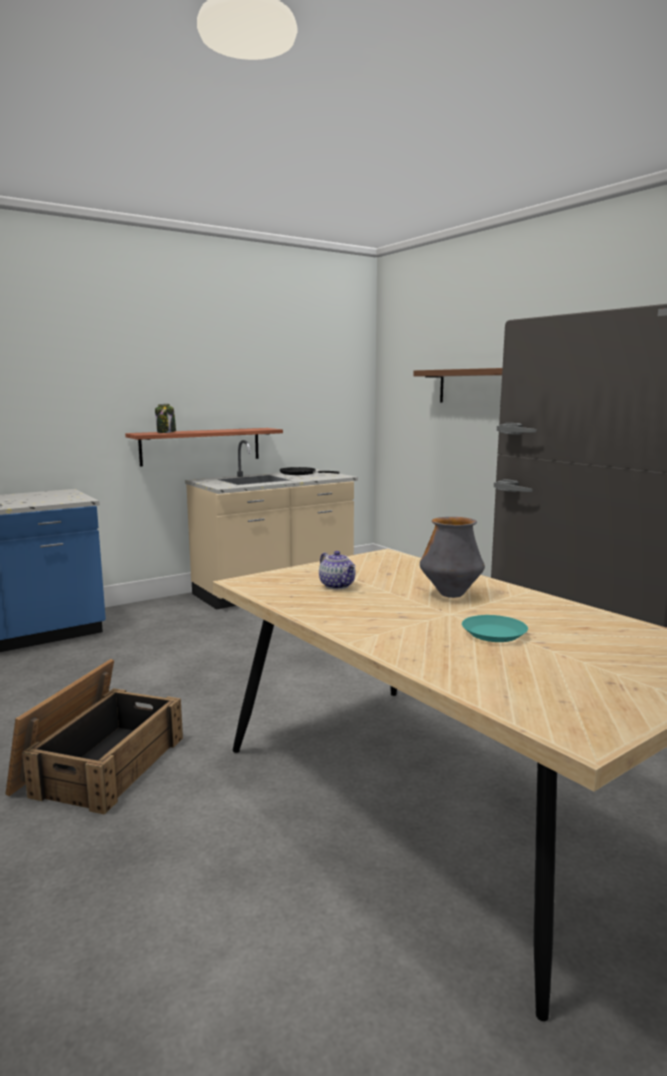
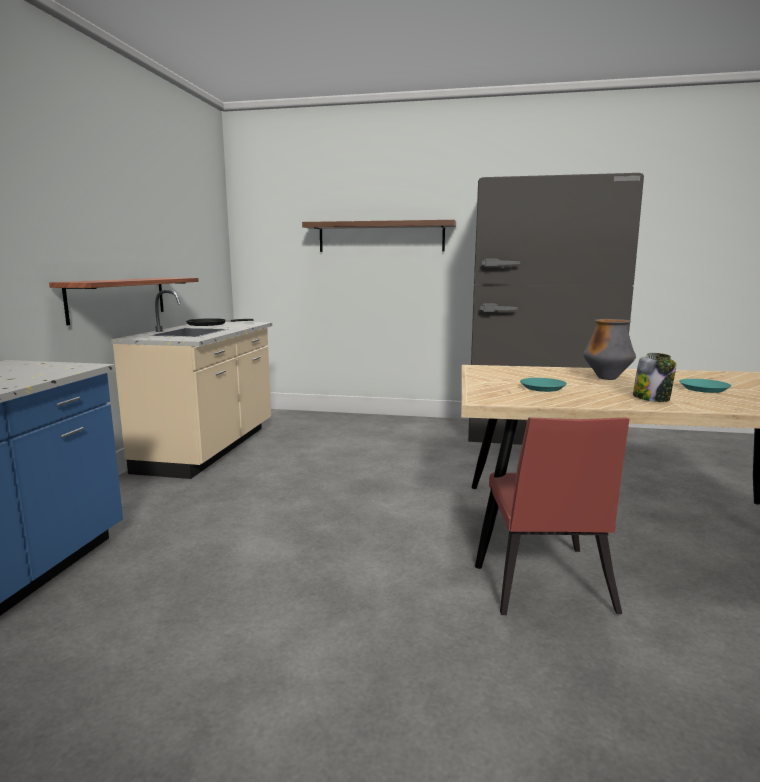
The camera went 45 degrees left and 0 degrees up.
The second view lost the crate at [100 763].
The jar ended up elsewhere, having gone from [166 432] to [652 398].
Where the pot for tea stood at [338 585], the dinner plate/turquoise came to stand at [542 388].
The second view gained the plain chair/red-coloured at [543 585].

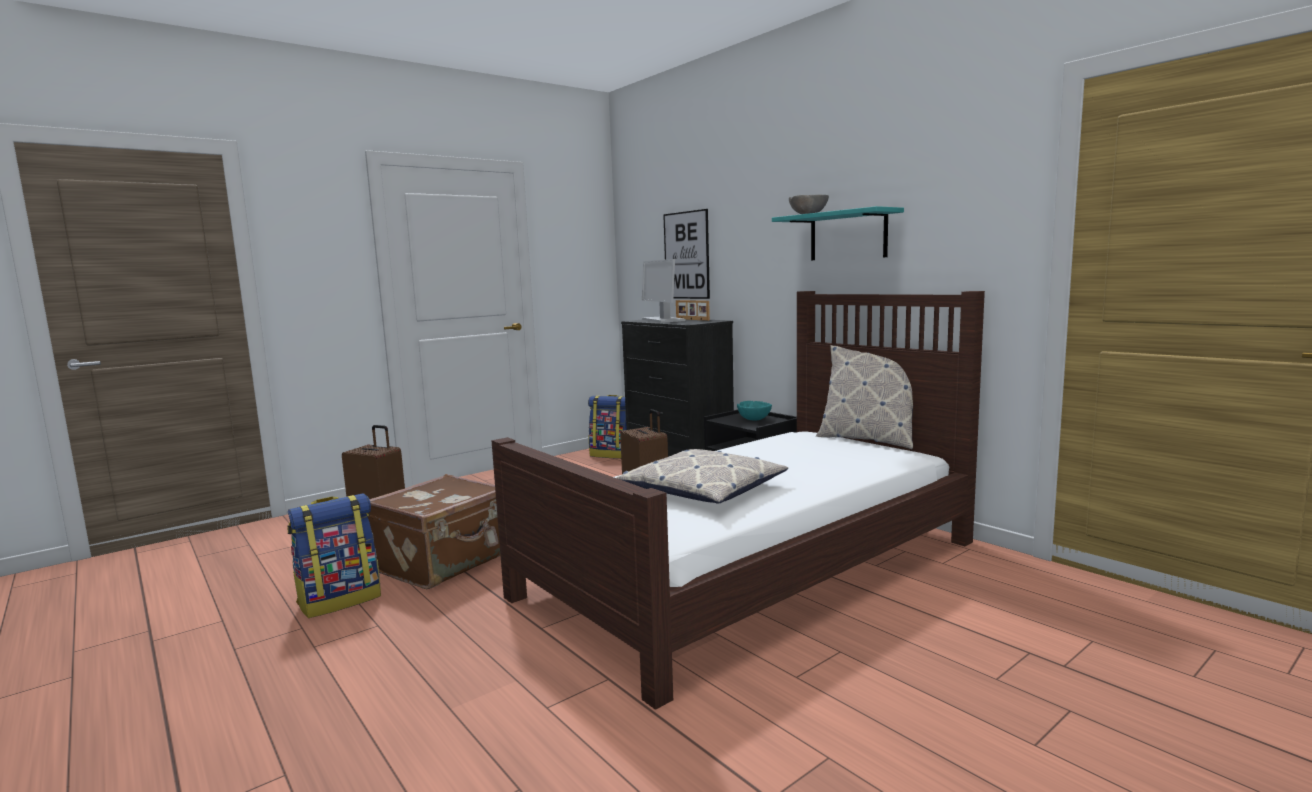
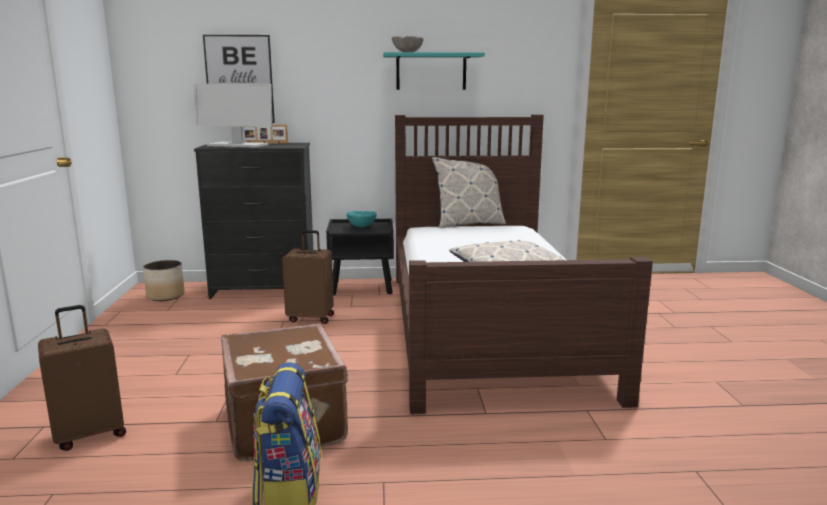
The camera went 55 degrees left and 5 degrees up.
Where the rucksack stood at [612 454], the flower pot came to stand at [166 296].

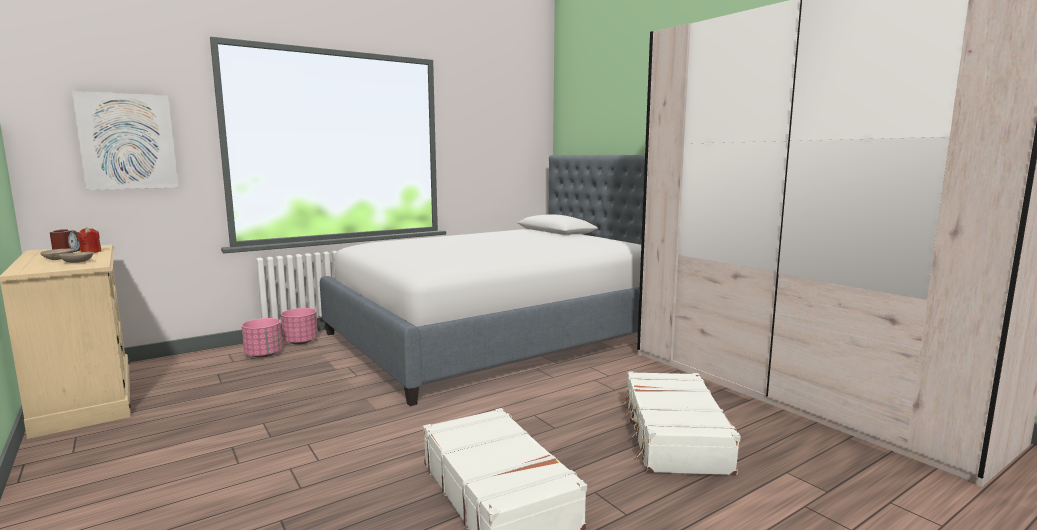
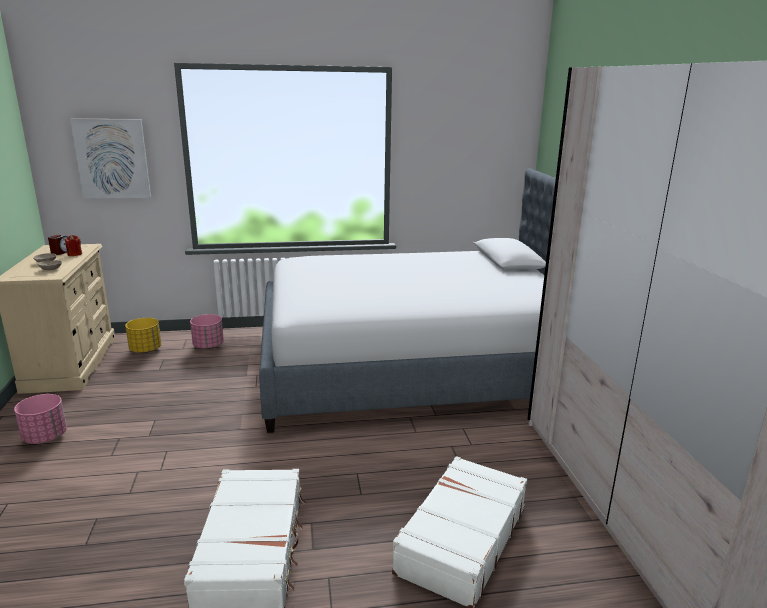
The camera went 25 degrees right and 10 degrees up.
The flower pot/pink-coloured ended up elsewhere, having gone from [300 342] to [45 437].
The second view gained the flower pot/yellowish at [145 350].

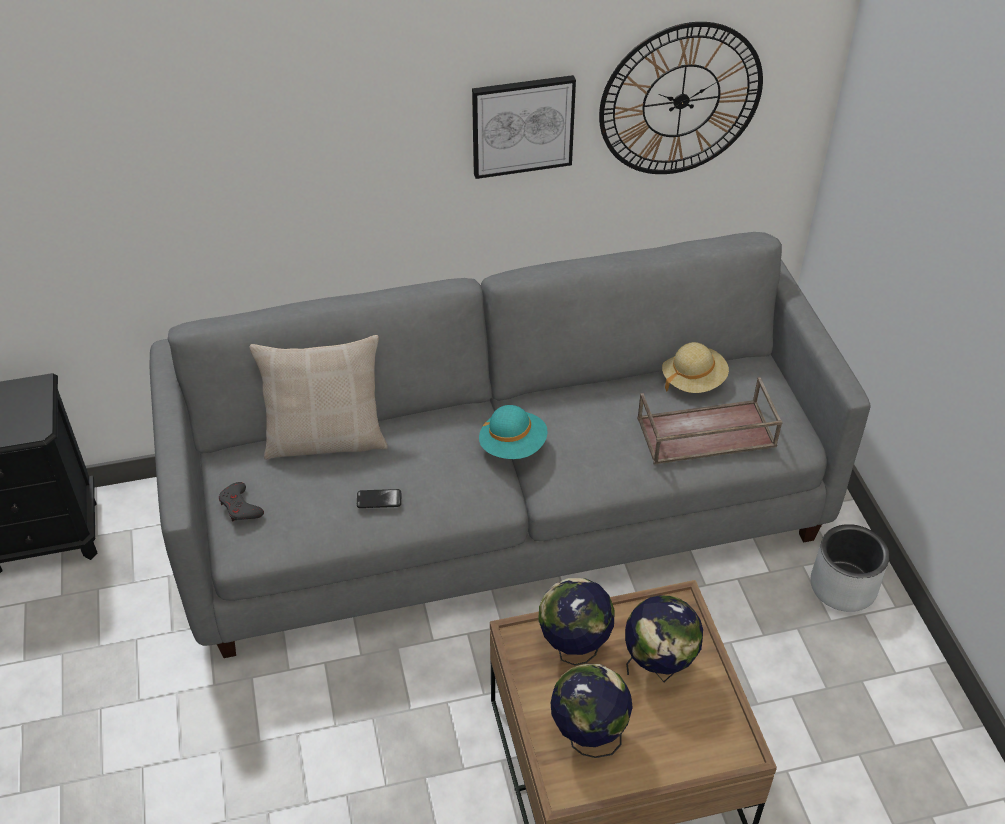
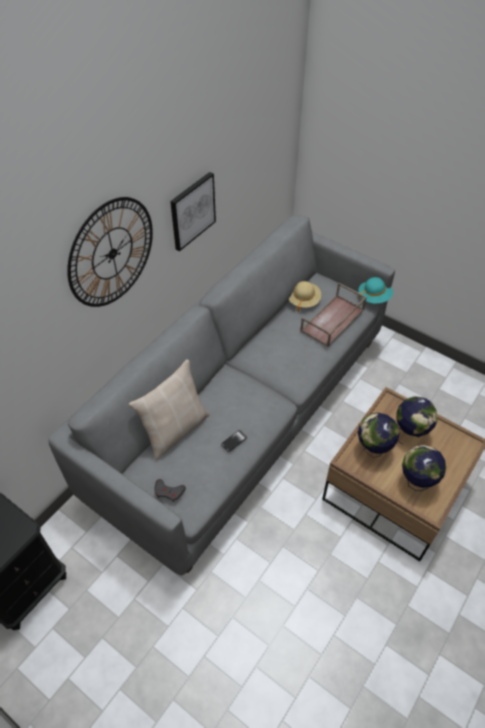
The camera went 40 degrees left and 5 degrees up.
The clothing hat/turquoise ended up elsewhere, having gone from [513 446] to [374 297].
The wall clock ended up elsewhere, having gone from [681 101] to [112 253].
The second view lost the flower pot/gray at [843 587].

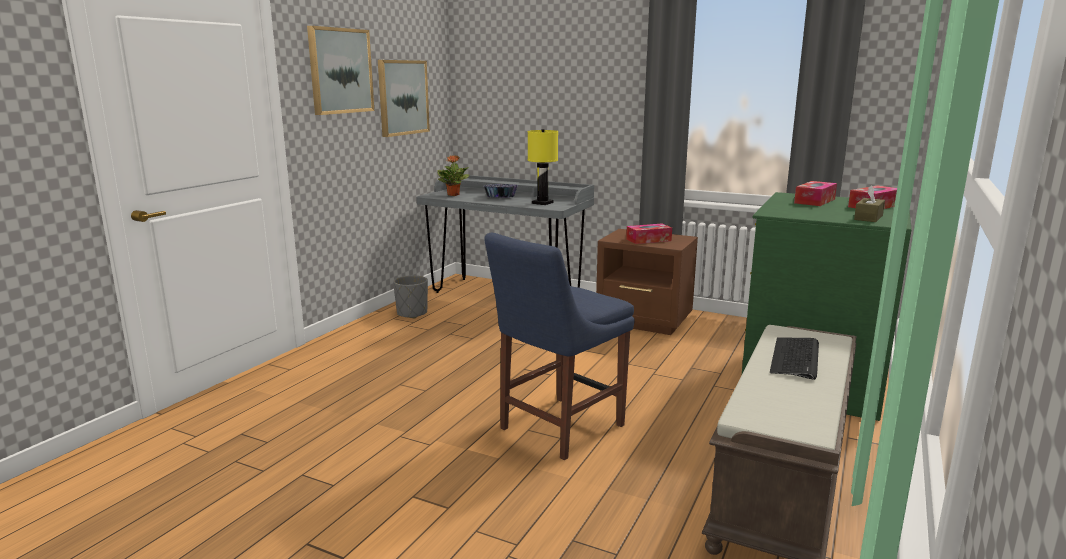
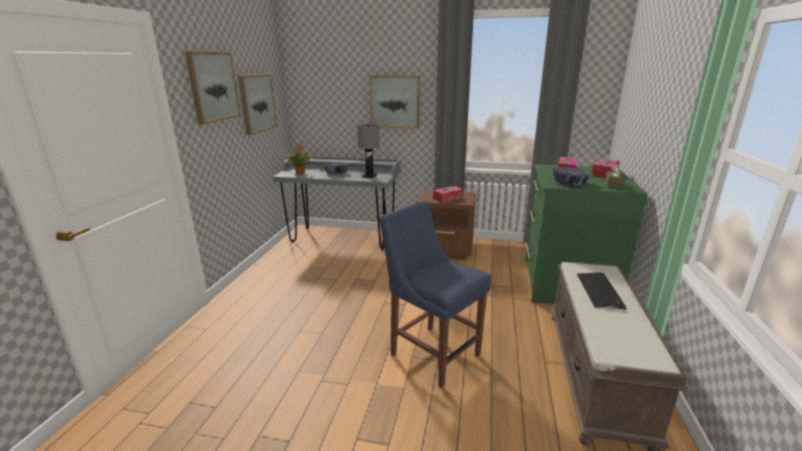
The camera went 15 degrees left and 5 degrees up.
The second view lost the flower pot/gray at [412 313].
The plain chair/bluish at [557 428] ended up facing another way, 105 degrees clockwise from before.
What was the tabletop lamp/yellowish at [542 203] turned into the tabletop lamp/gray at [369 176].
The second view gained the wall art at [395 101].
The second view gained the deep dish at [570 182].

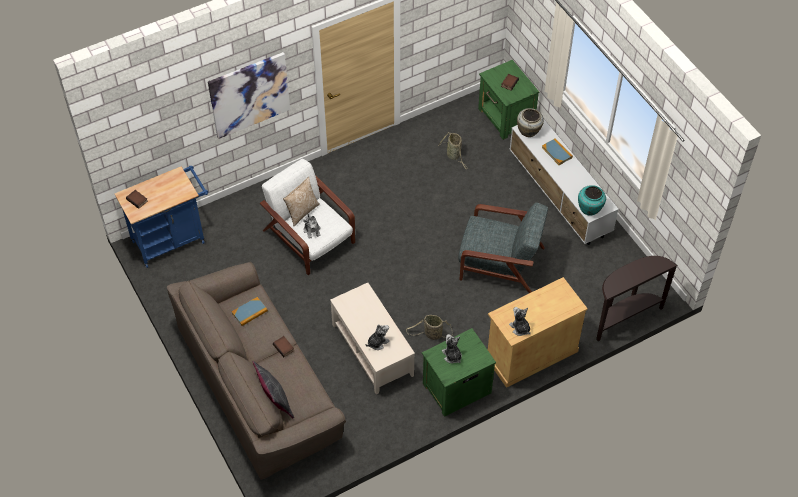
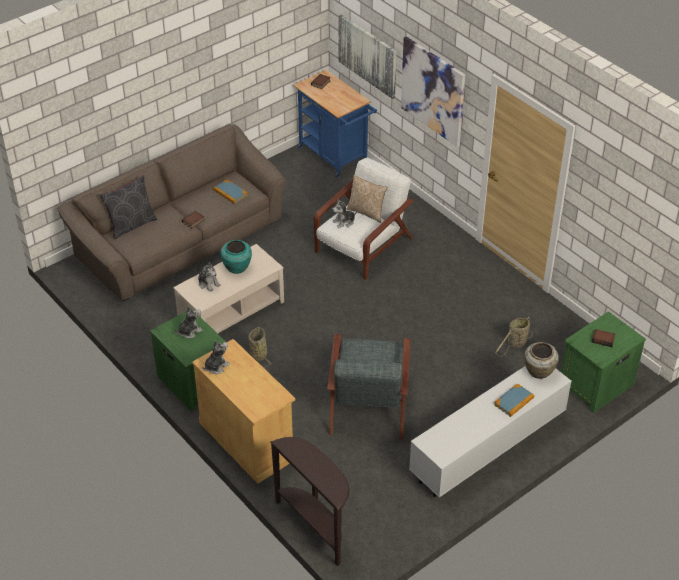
The camera went 80 degrees right and 10 degrees down.
The decorative vase/turquoise ended up elsewhere, having gone from [590 209] to [237 268].
The second view gained the wall art at [367 55].

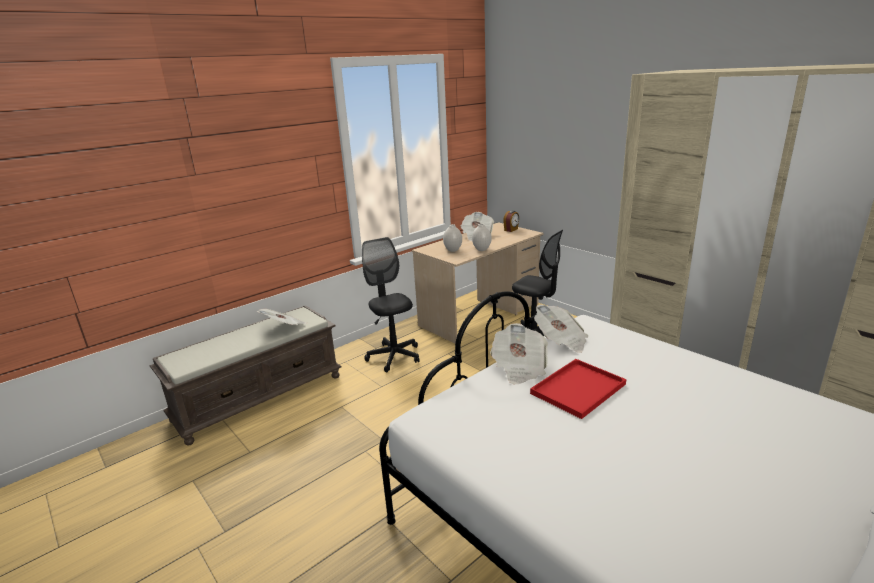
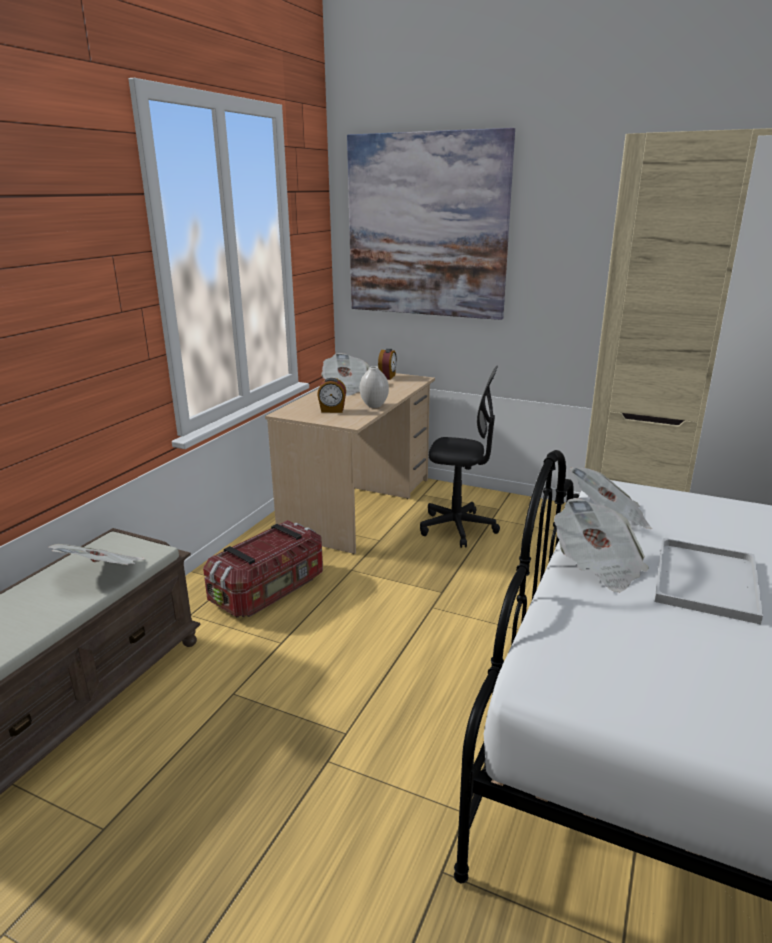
The camera went 25 degrees left and 0 degrees up.
Where the computer chair/blackish stood at [394 357], the storage container came to stand at [270 590].
Where the decorative vase/whitish stood at [453 250], the alarm clock came to stand at [332 410].
What was the serving tray/red-coloured at [578 390] turned into the serving tray/whitish at [707 582].
The second view gained the wall art at [426 227].

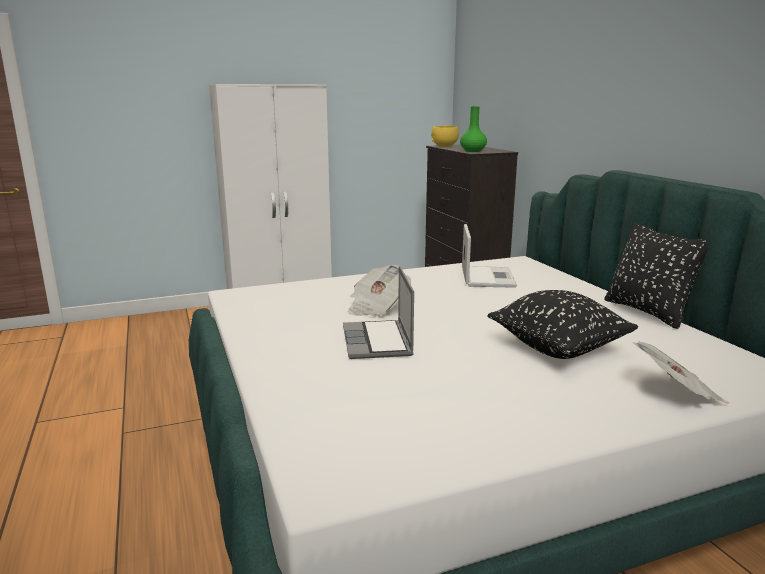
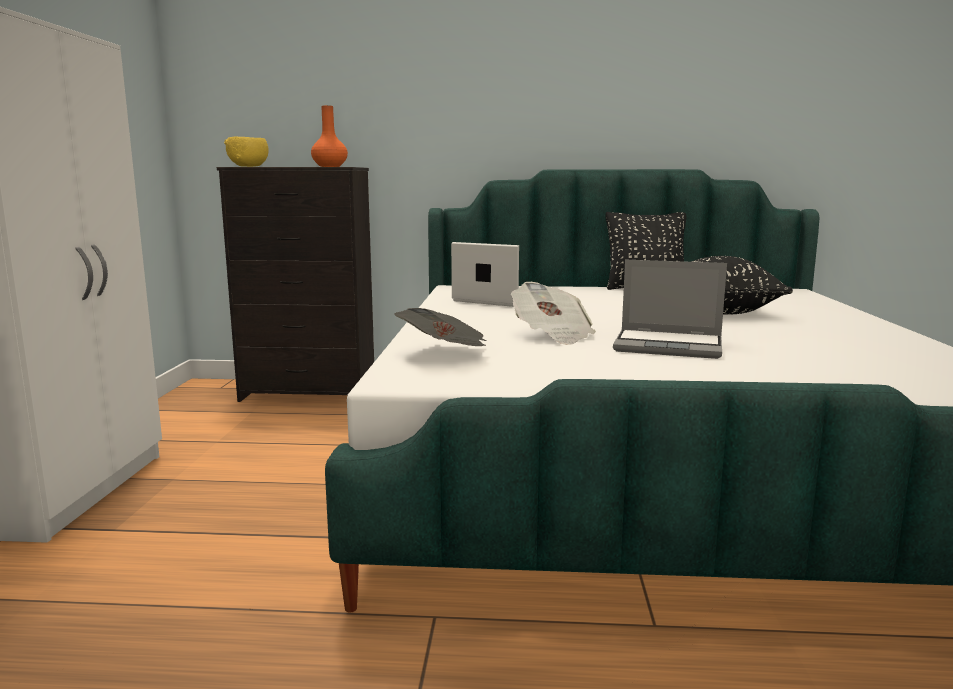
The camera went 65 degrees left and 5 degrees down.
What was the decorative vase/green-coloured at [473 151] turned into the decorative vase/orange-coloured at [330 166].
The daily paper ended up elsewhere, having gone from [676 393] to [445 354].

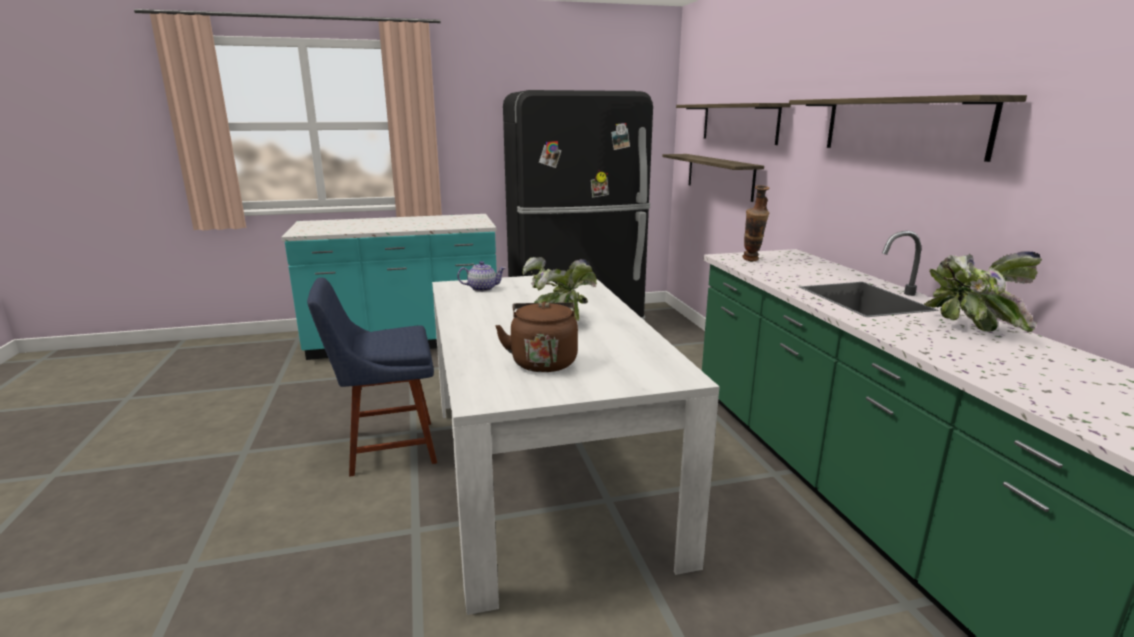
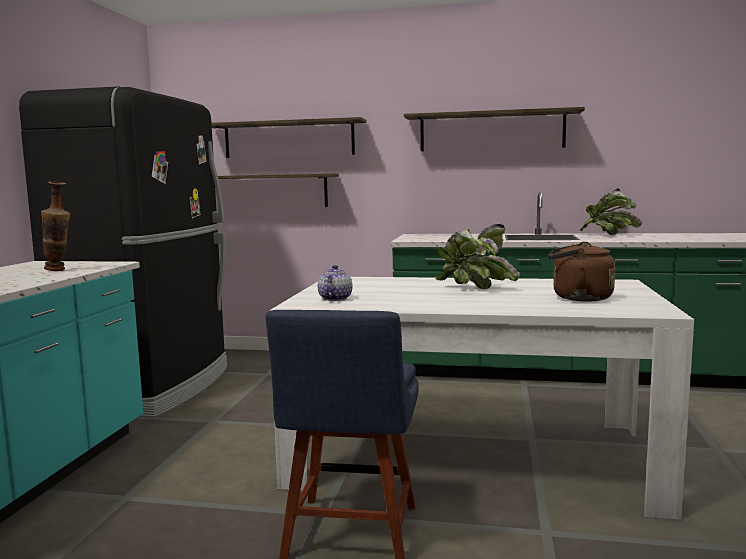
The camera went 65 degrees left and 10 degrees down.
The decorative vase ended up elsewhere, having gone from [751 261] to [59 270].

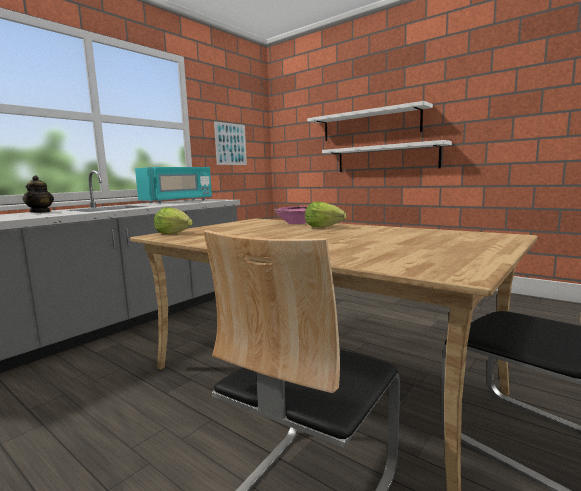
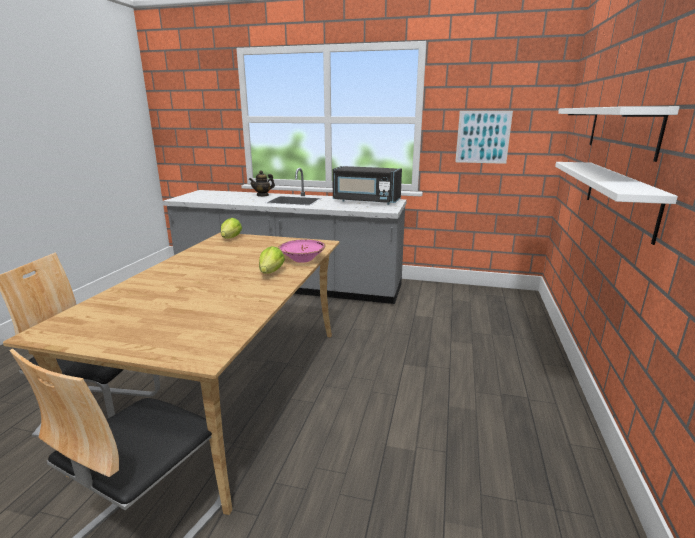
The camera went 65 degrees right and 10 degrees up.
What was the microwave oven/turquoise at [177 201] turned into the microwave oven/blackish at [366 201].

